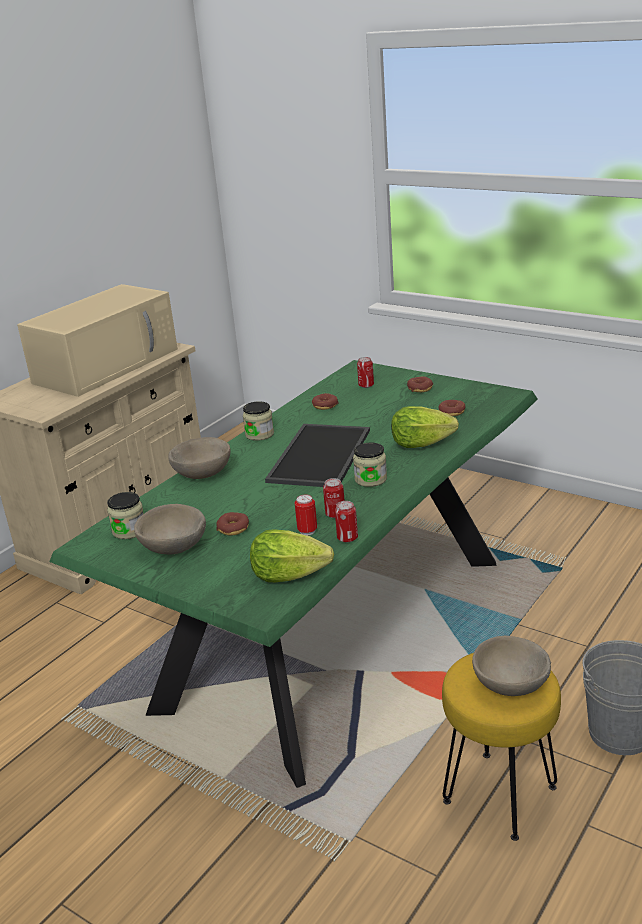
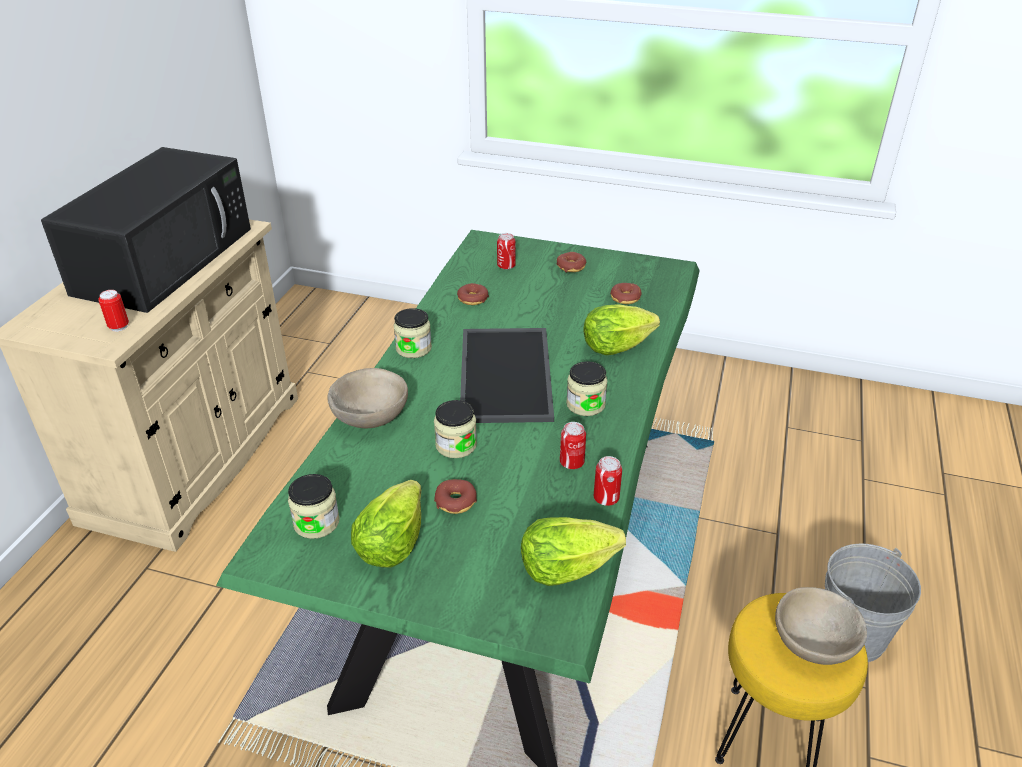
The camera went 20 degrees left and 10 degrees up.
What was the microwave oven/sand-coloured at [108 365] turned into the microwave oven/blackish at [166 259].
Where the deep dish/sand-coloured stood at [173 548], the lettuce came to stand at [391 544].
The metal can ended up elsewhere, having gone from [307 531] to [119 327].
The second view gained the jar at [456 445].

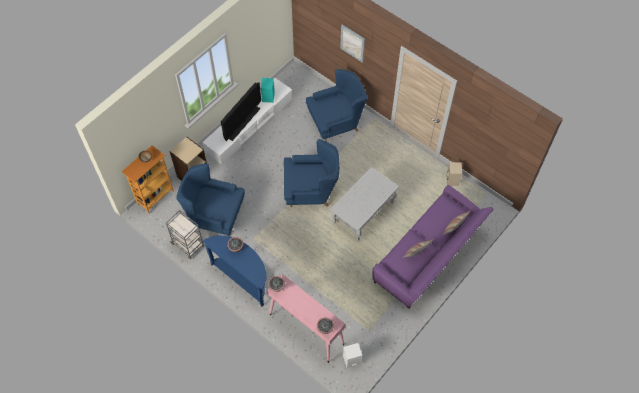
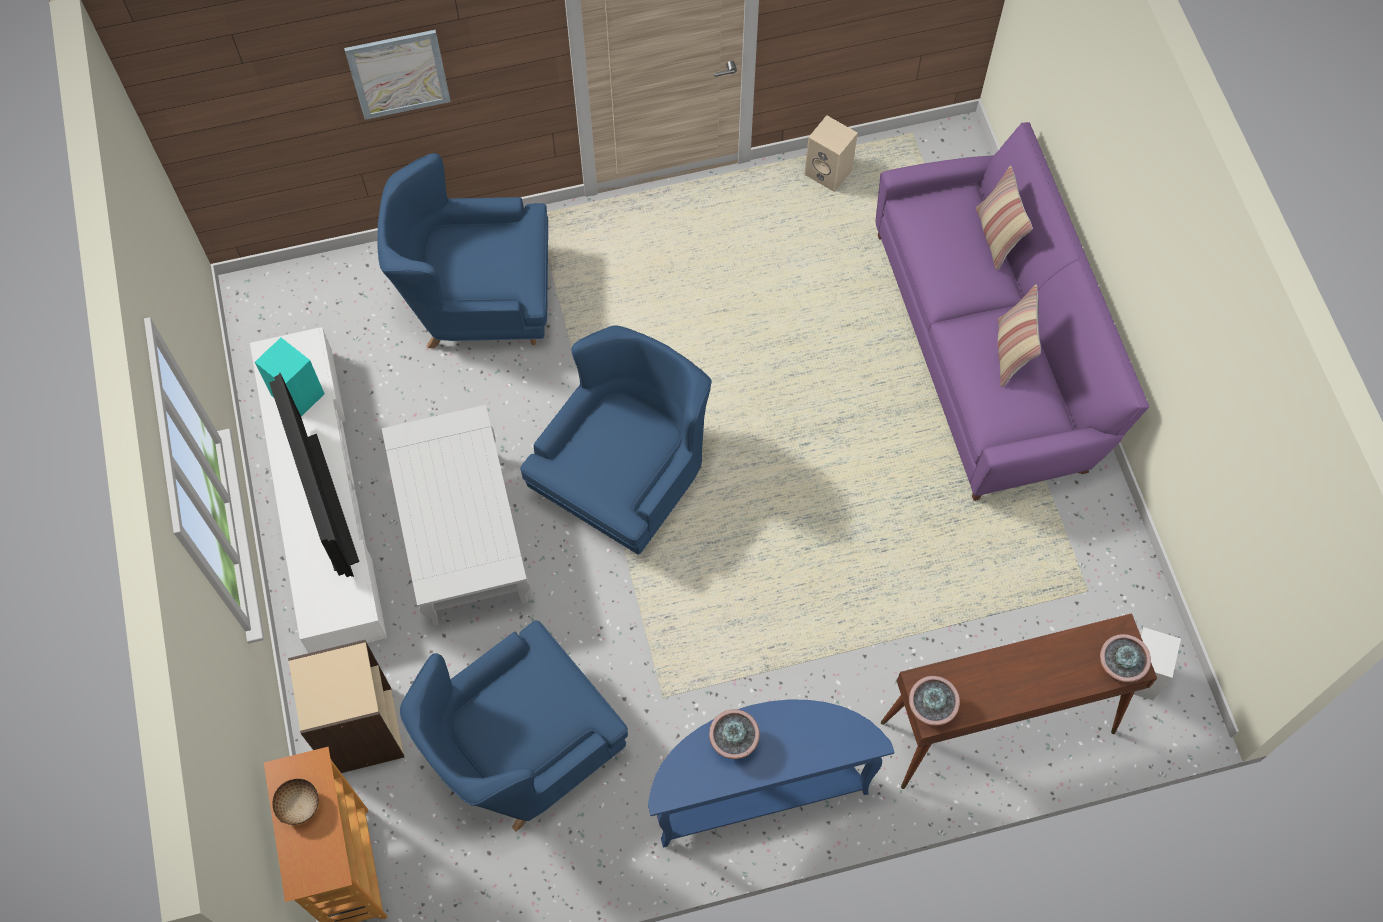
The camera went 55 degrees left and 5 degrees up.
The second view lost the cart/gray at [188 245].
What was the hall table/pink-coloured at [306 329] turned into the hall table/brownish at [996 728].
The armchair/bluish at [336 121] ended up facing another way, 105 degrees counterclockwise from before.
The coffee table/whitish ended up elsewhere, having gone from [363 213] to [464 538].

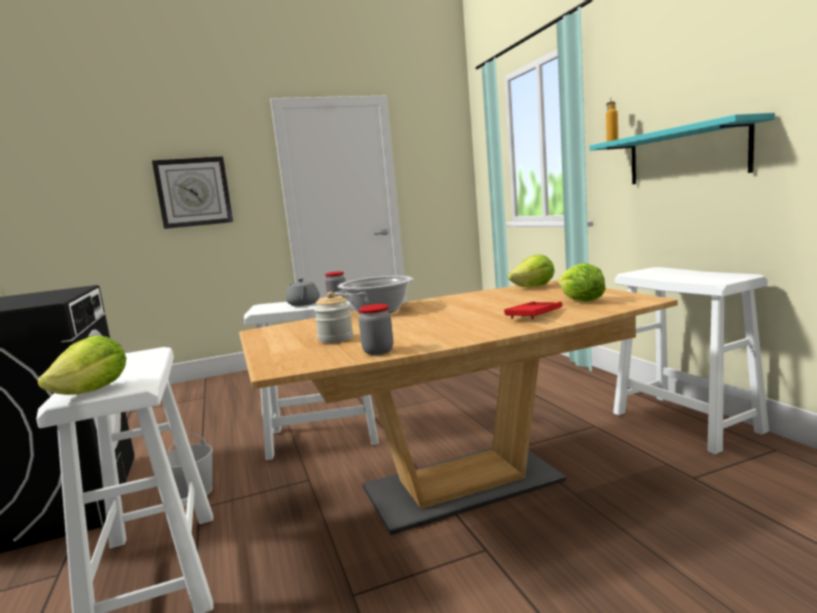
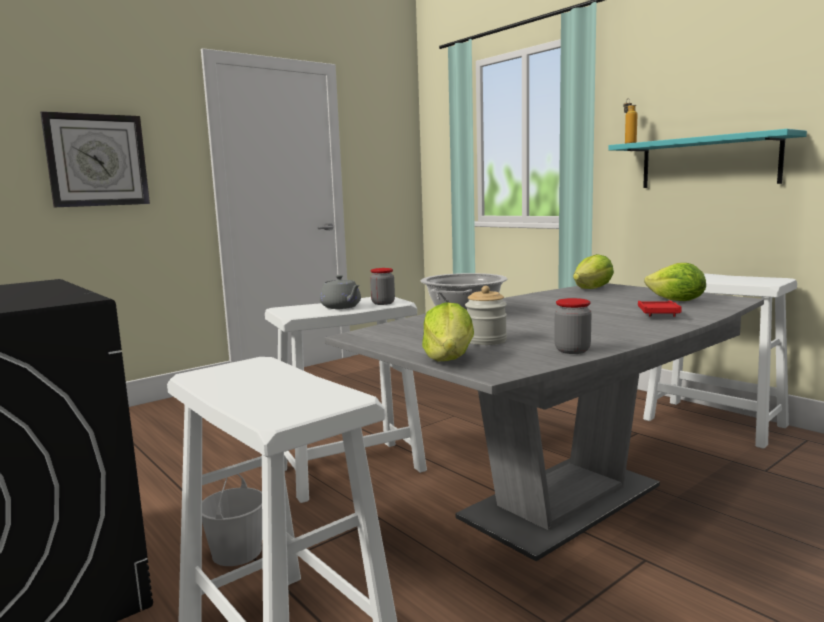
The camera went 20 degrees left and 0 degrees up.
The lettuce ended up elsewhere, having gone from [94 391] to [449 359].
What was the dinner table/brownish at [461 485] turned into the dinner table/gray at [561 502].

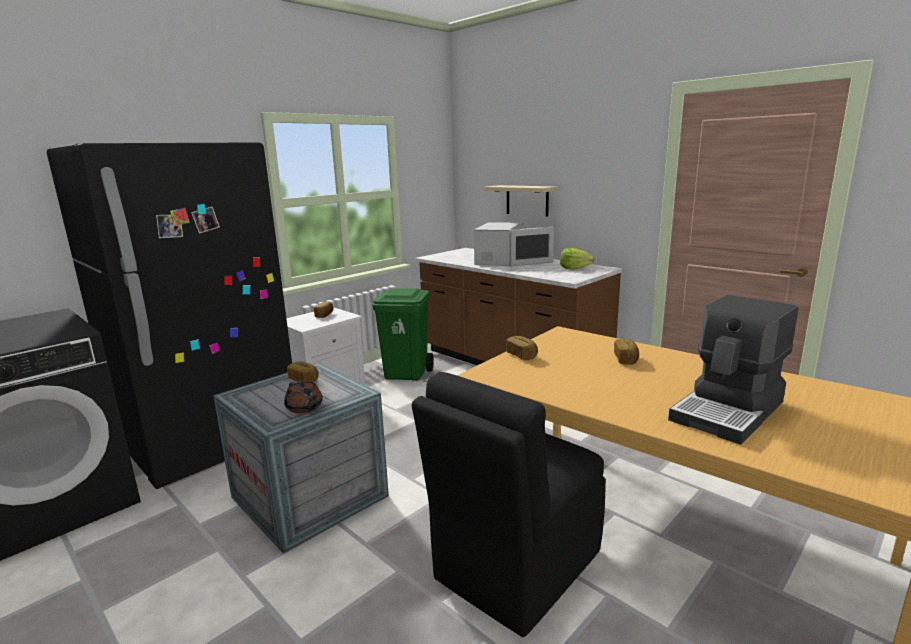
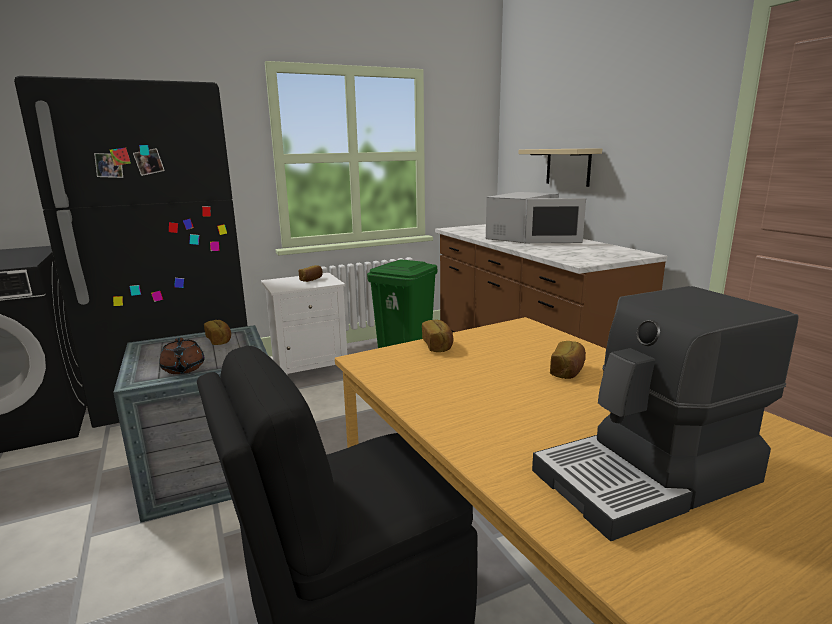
The camera went 20 degrees right and 0 degrees up.
The second view lost the lettuce at [574 268].

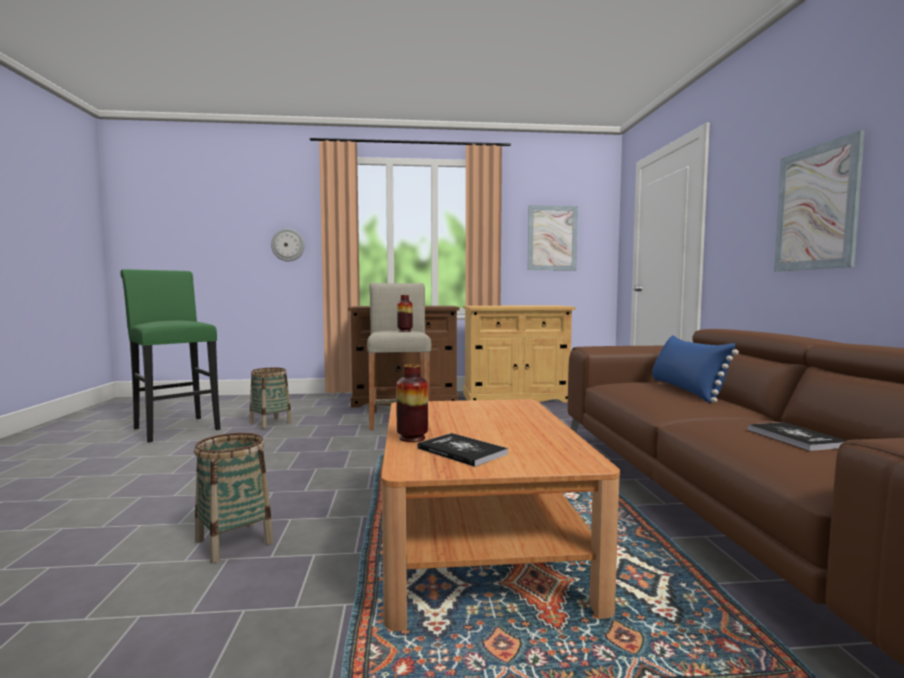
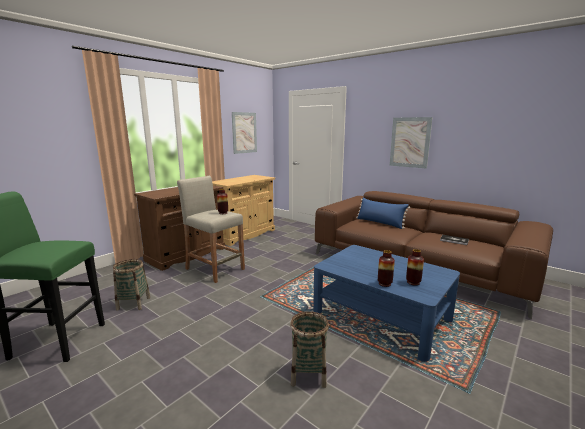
The camera went 45 degrees left and 10 degrees up.
The second view lost the wall clock at [288 245].
What was the coffee table/brownish at [479 540] turned into the coffee table/bluish at [381 316].
Where the volume stood at [462 451], the decorative vase came to stand at [413 282].

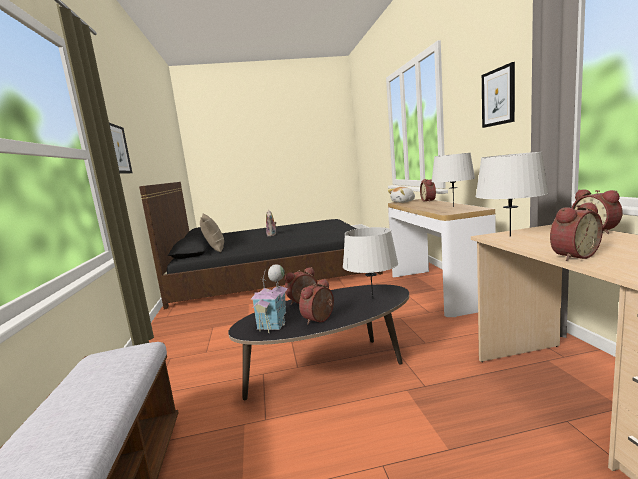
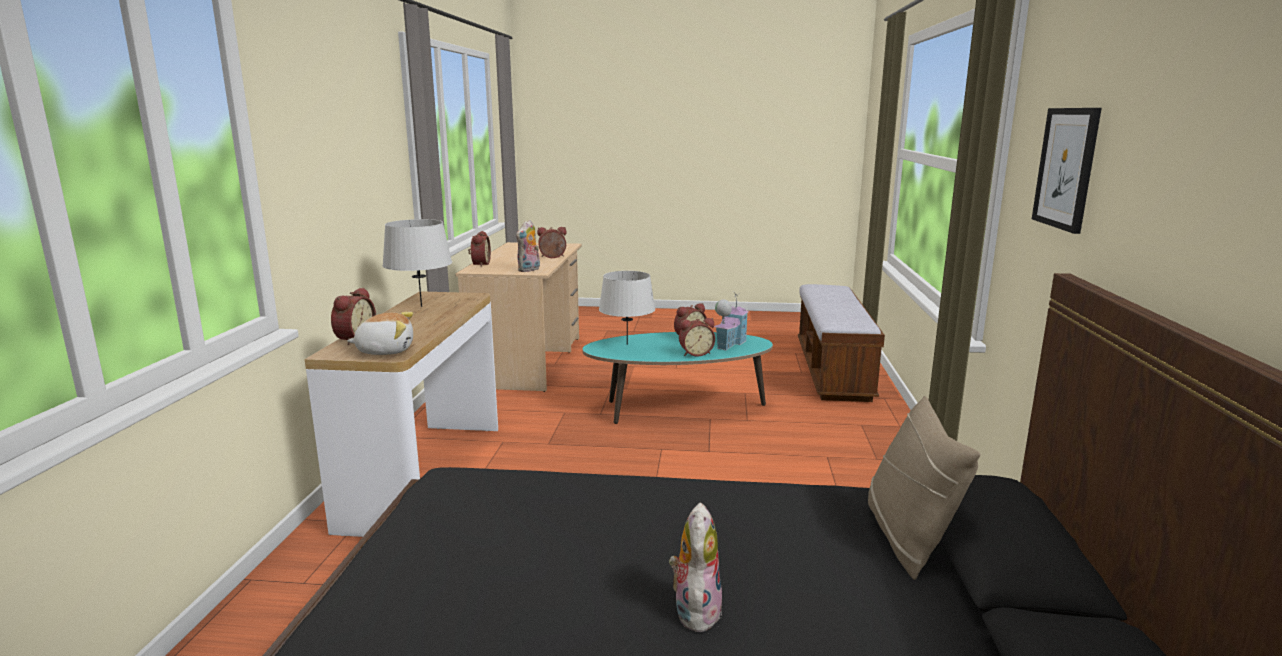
The camera went 165 degrees left and 5 degrees up.
What was the coffee table/blackish at [331 370] turned into the coffee table/turquoise at [677 409].
Where the tabletop lamp/gray stood at [510 236], the cuddly toy came to stand at [529 270].
The second view lost the wall art at [498 97].

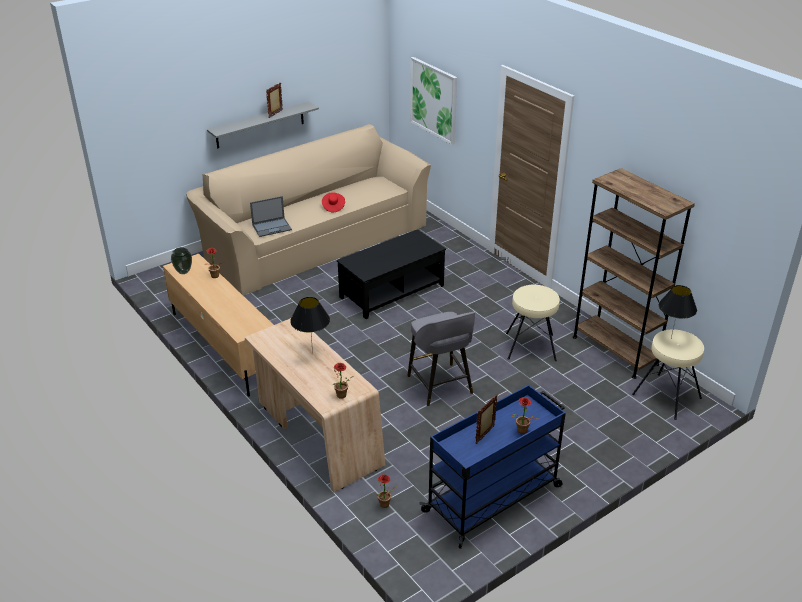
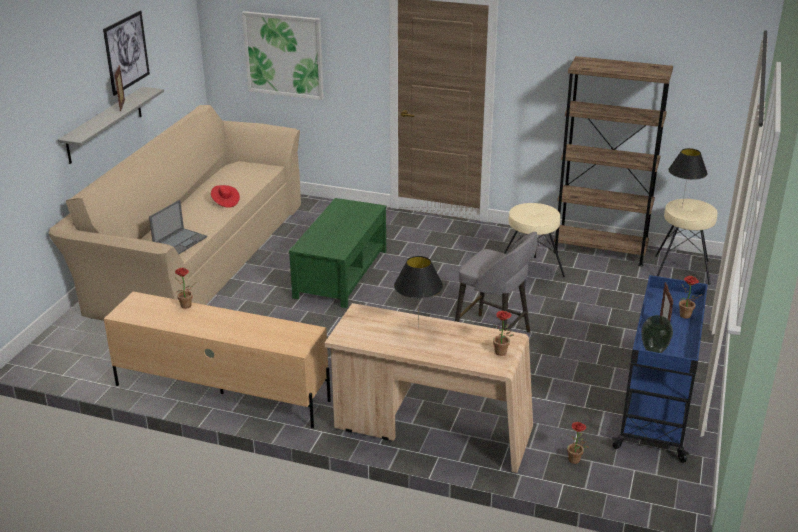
The camera went 35 degrees left and 5 degrees down.
The decorative vase ended up elsewhere, having gone from [184 272] to [654 351].
What was the coffee table/blackish at [391 291] turned into the coffee table/green-coloured at [340 273].
The second view gained the wall art at [126 52].

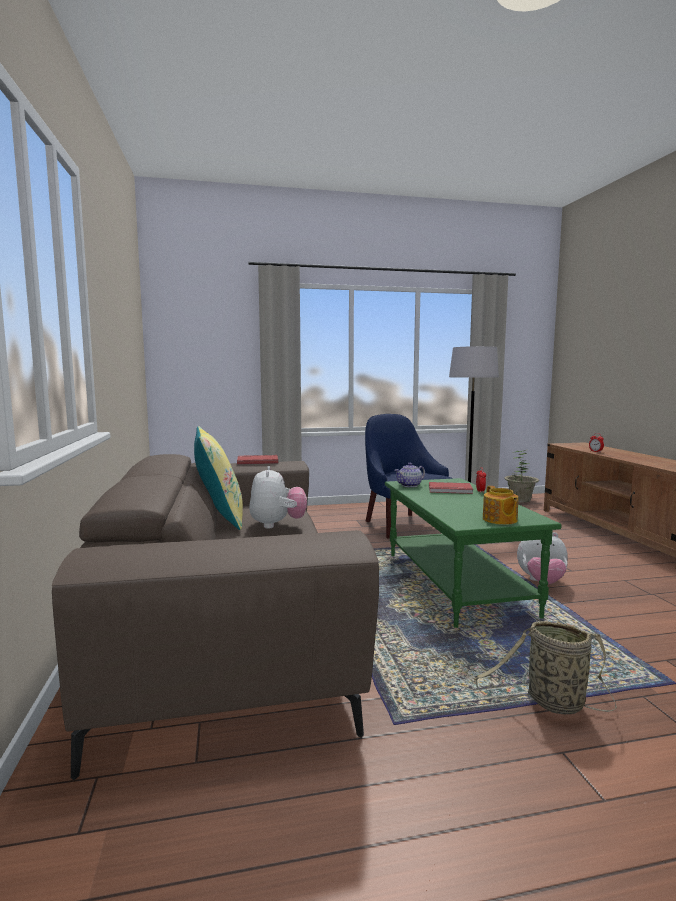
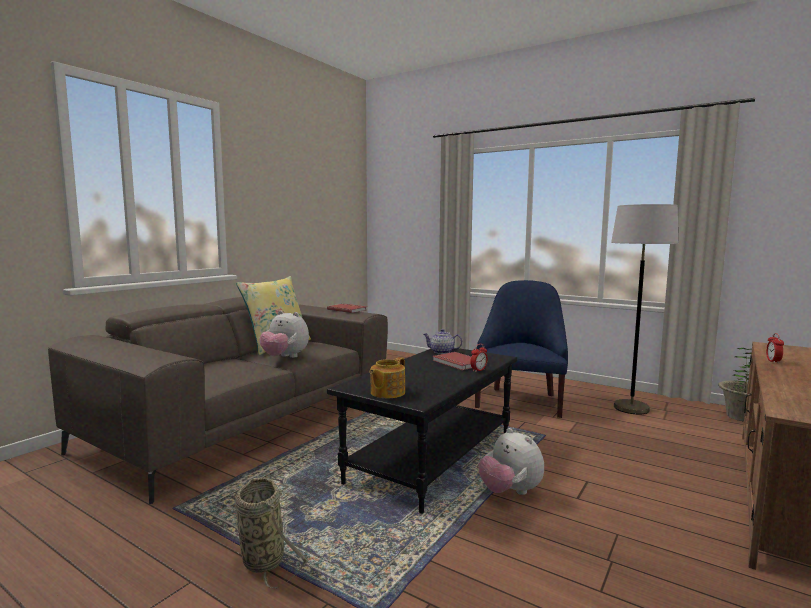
The camera went 45 degrees right and 0 degrees up.
The cuddly toy at [277 525] ended up facing another way, 75 degrees clockwise from before.
What was the coffee table/green-coloured at [454 582] turned into the coffee table/blackish at [431 457].

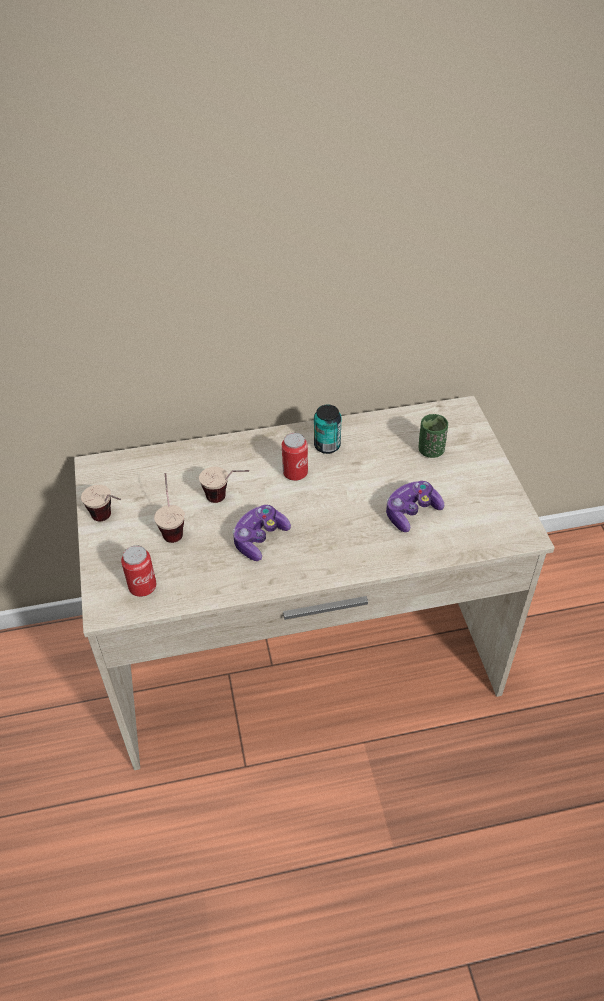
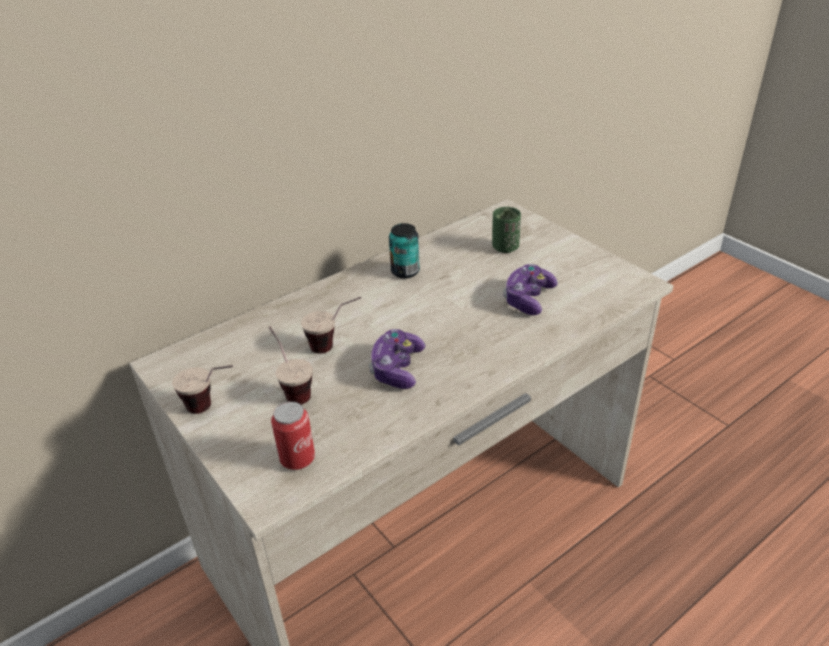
The camera went 25 degrees left and 10 degrees down.
The second view lost the metal can at [295 473].

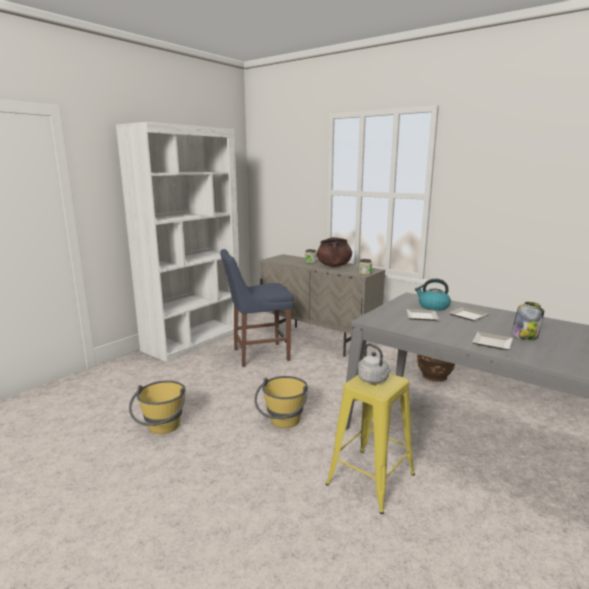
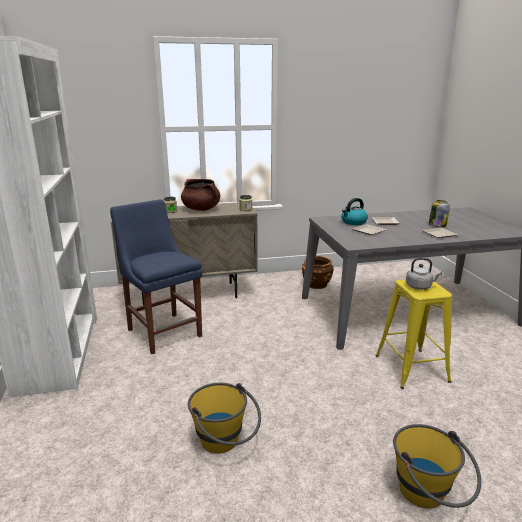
The camera went 50 degrees left and 5 degrees up.
The plain chair/bluish at [257 354] ended up facing another way, 120 degrees clockwise from before.
The bucket/yellowish ended up elsewhere, having gone from [282 423] to [429 497].

